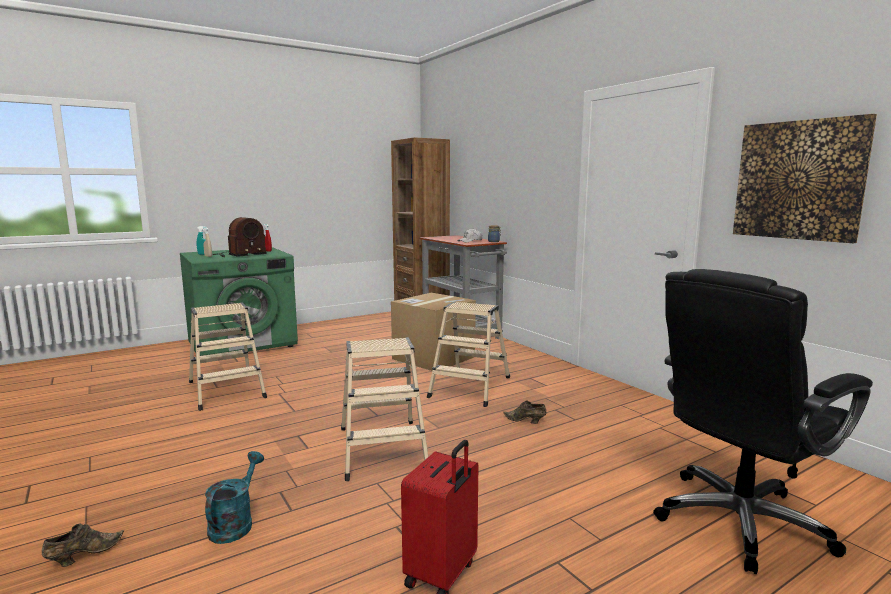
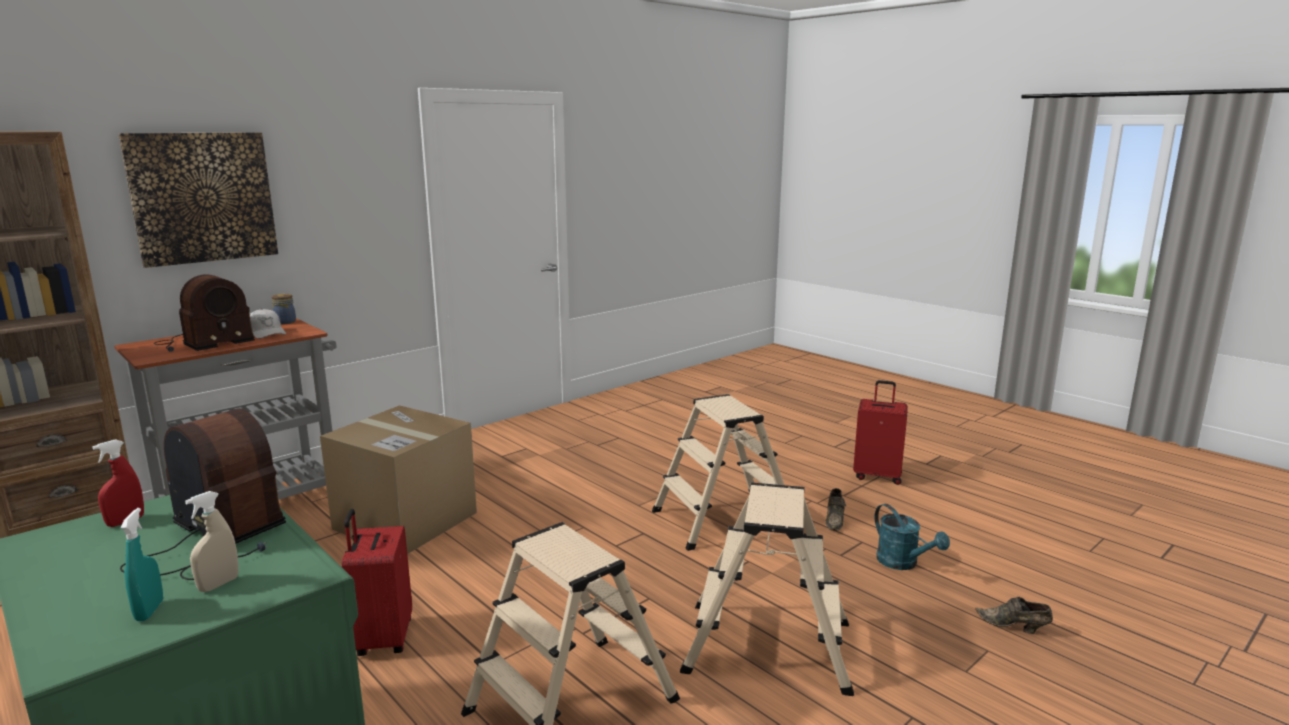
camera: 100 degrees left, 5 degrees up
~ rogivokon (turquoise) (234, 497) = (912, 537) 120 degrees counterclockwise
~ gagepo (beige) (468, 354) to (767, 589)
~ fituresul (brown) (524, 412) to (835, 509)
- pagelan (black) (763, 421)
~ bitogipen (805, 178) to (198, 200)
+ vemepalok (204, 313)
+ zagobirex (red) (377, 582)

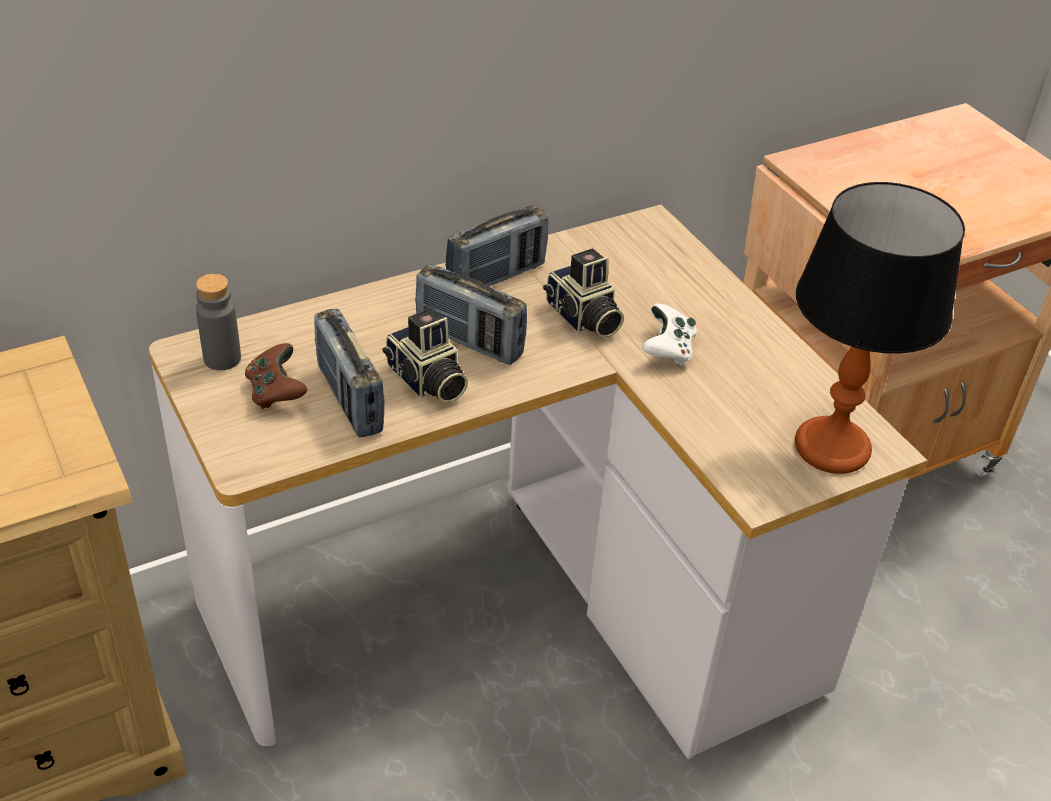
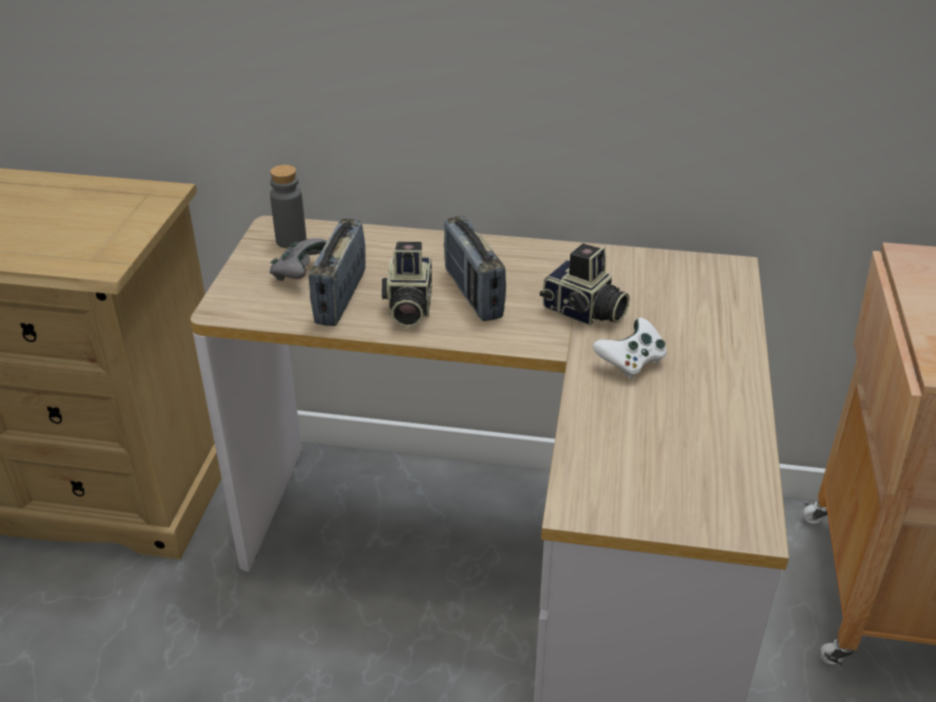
camera: 40 degrees right, 5 degrees down
~ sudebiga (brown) (276, 376) to sudebiga (grey) (298, 259)
- vemepalok (497, 245)
~ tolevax (583, 293) = (585, 285) 60 degrees counterclockwise
- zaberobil (880, 328)

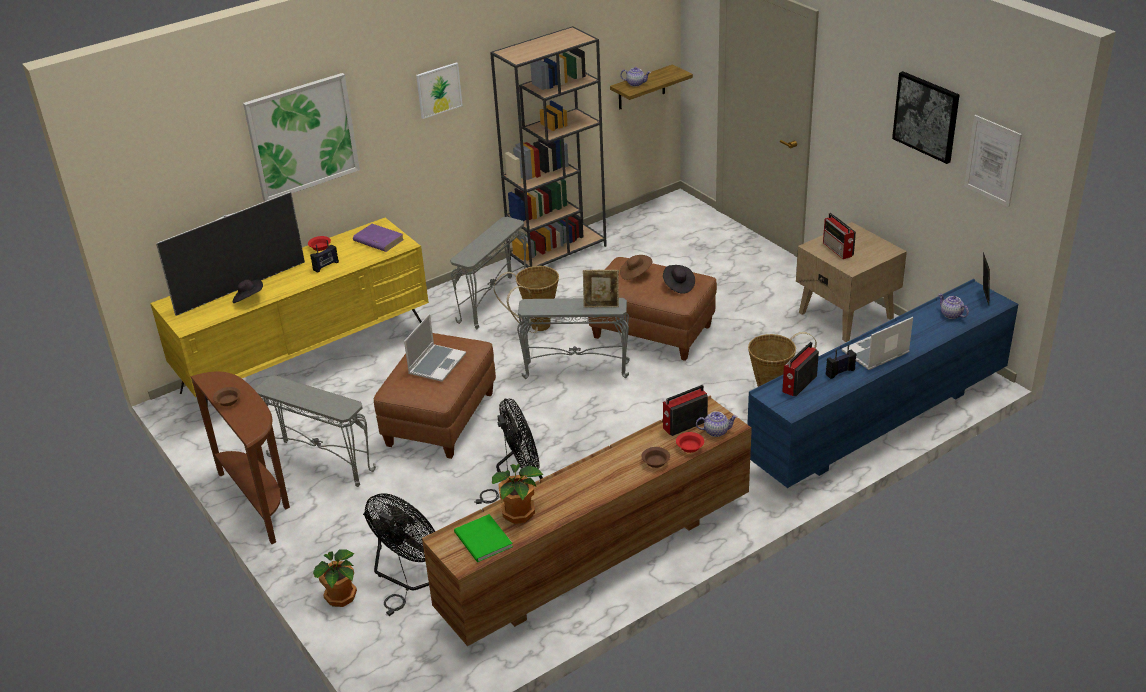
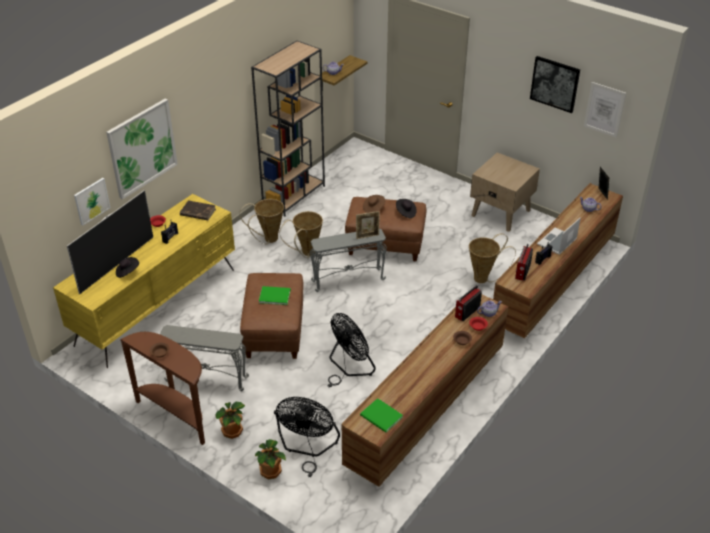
camera: 20 degrees left, 5 degrees up
~ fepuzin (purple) (378, 238) to fepuzin (brown) (198, 210)
~ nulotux (435, 348) to fepuzin (green) (275, 295)
~ bitogipen (439, 90) to (92, 202)
~ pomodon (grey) (488, 273) to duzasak (261, 221)
~ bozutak (518, 494) to (230, 420)
~ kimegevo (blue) (882, 383) to kimegevo (brown) (558, 260)
- vemepalok (839, 236)

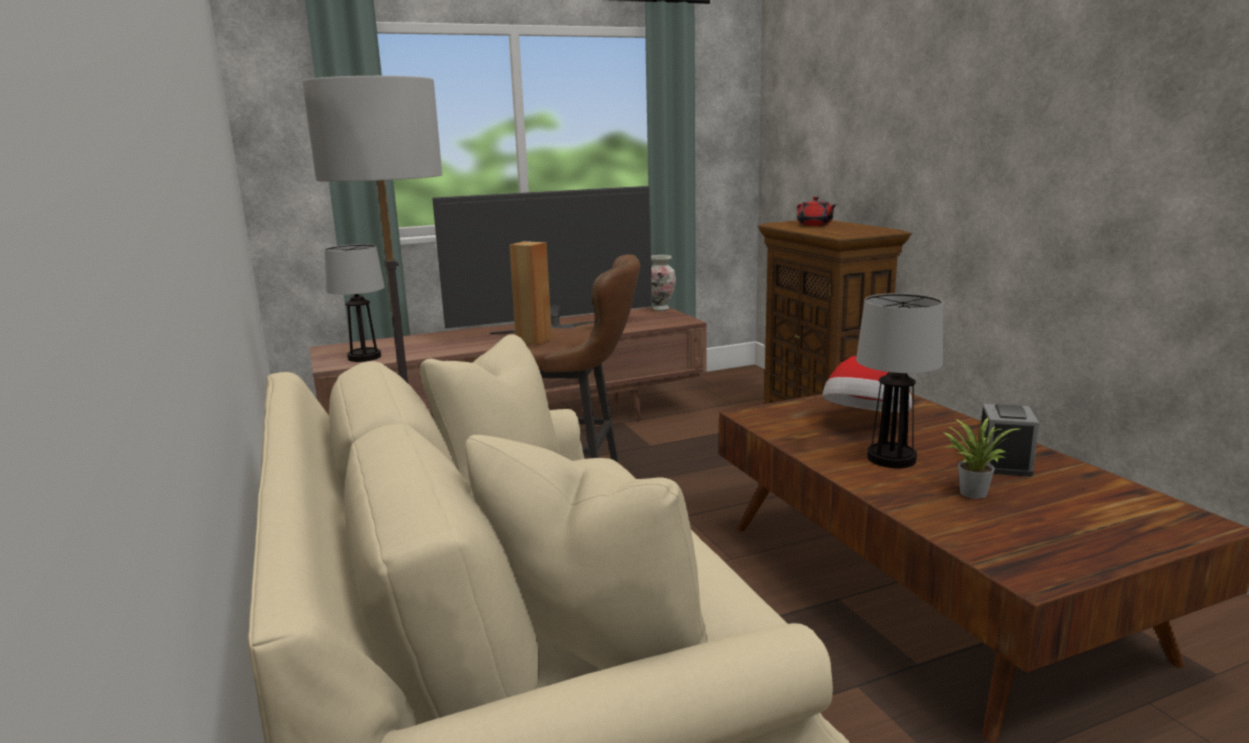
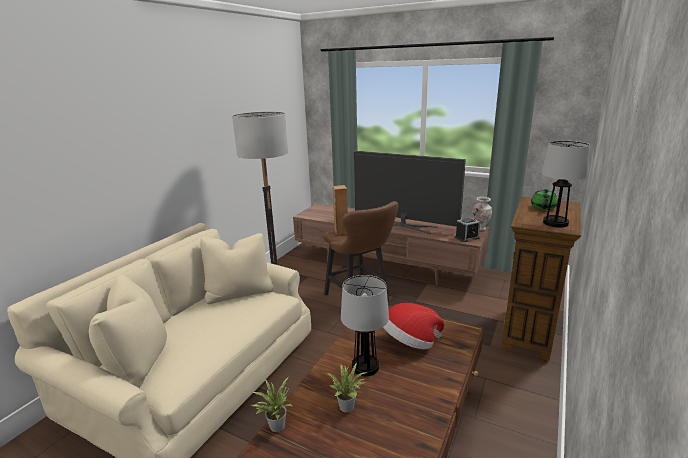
camera: 50 degrees right, 5 degrees up
~ zaberobil (354, 303) to (566, 184)
~ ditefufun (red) (817, 211) to ditefufun (green) (544, 199)
~ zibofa (1010, 440) to (467, 229)
+ bozutak (272, 405)

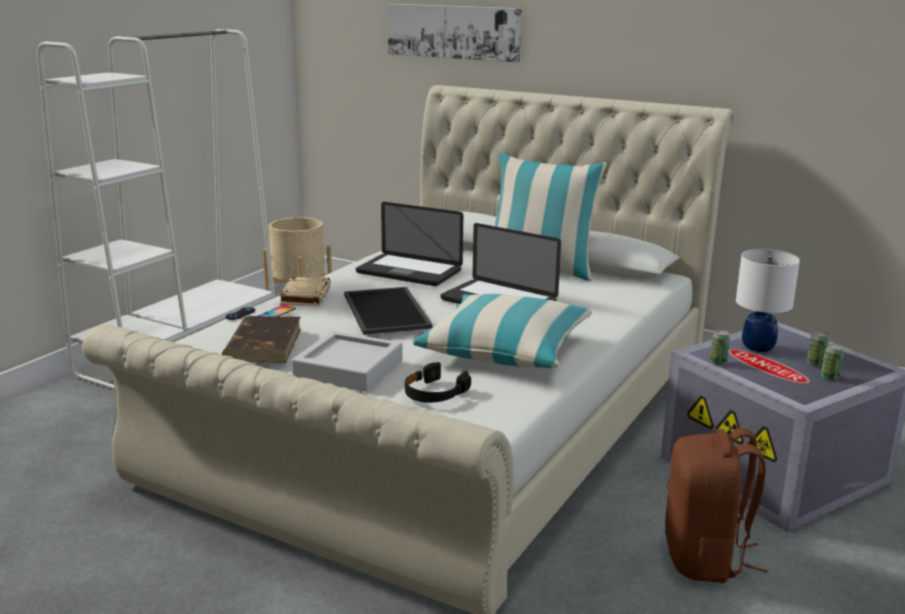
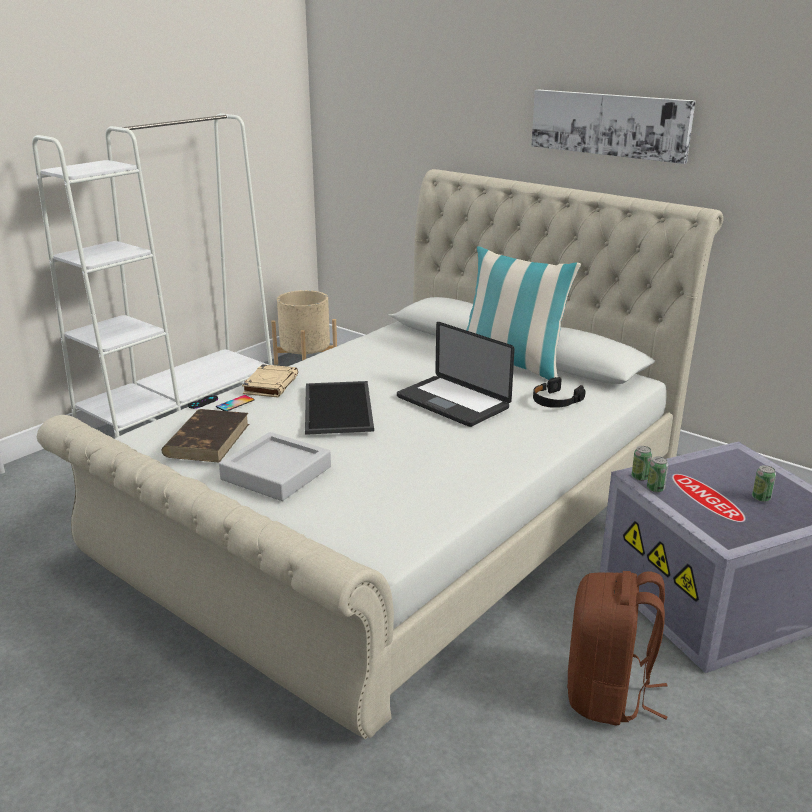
camera: 10 degrees right, 5 degrees up
- nulotux (409, 244)
~ bitogipen (455, 33) to (613, 126)
~ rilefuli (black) (438, 382) to (559, 392)
- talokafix (502, 331)
- zaberobil (white) (768, 300)
~ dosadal (832, 362) to (641, 463)

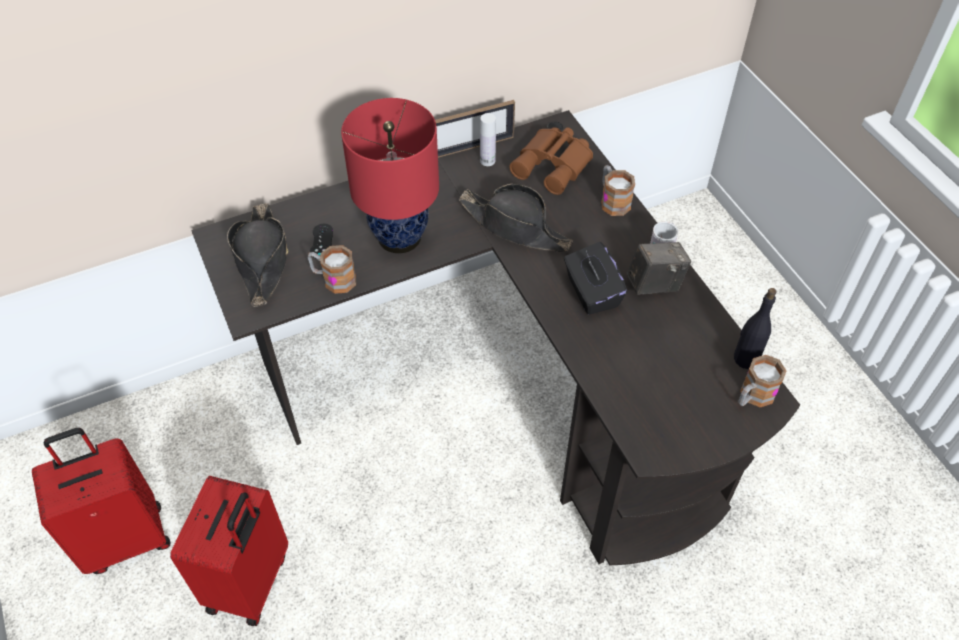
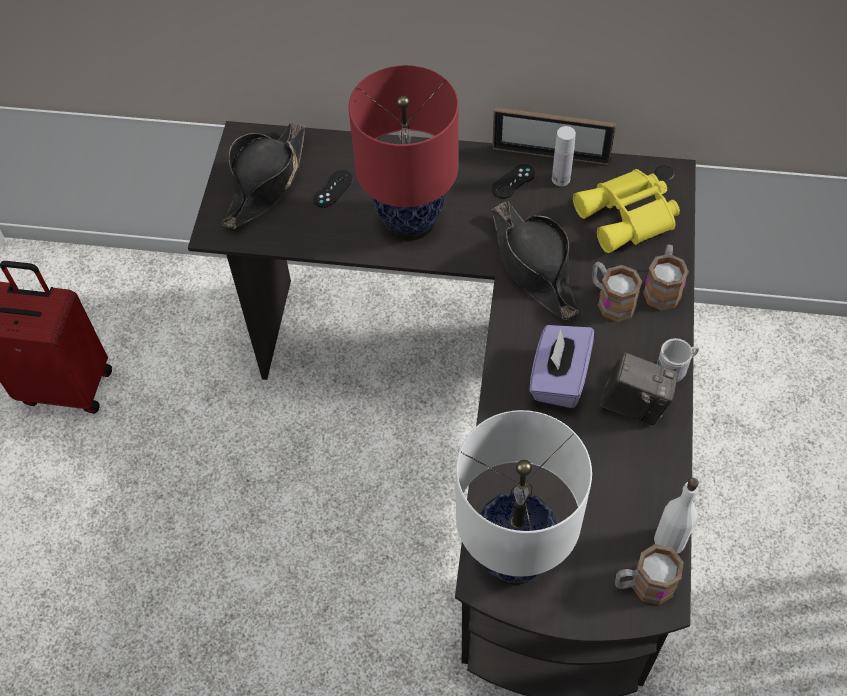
camera: 35 degrees right, 5 degrees up
- zagobirex (red) (229, 551)
~ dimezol (331, 269) to (617, 292)
~ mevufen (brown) (551, 161) to mevufen (yellow) (626, 211)
~ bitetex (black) (595, 278) to bitetex (purple) (561, 366)
~ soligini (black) (755, 328) to soligini (white) (676, 516)
+ zaberobil (white) (524, 497)
+ sudebiga (black) (513, 181)

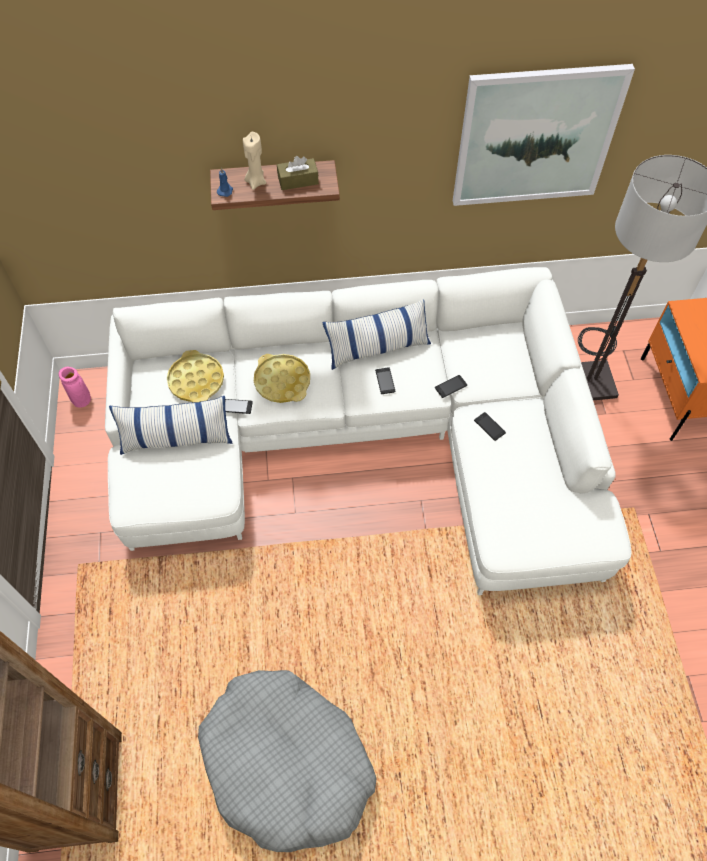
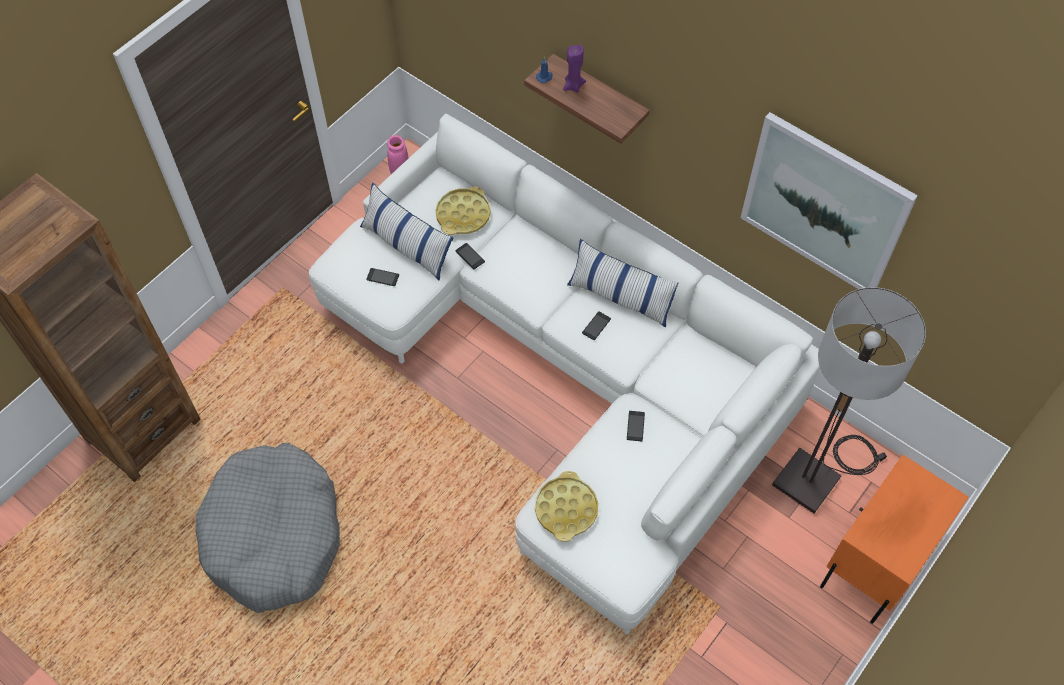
camera: 45 degrees right, 0 degrees up
~ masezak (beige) (254, 161) to masezak (purple) (574, 68)
~ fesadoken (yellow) (282, 378) to (566, 506)
- bitetex (brown) (298, 173)
~ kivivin (451, 386) to (382, 277)

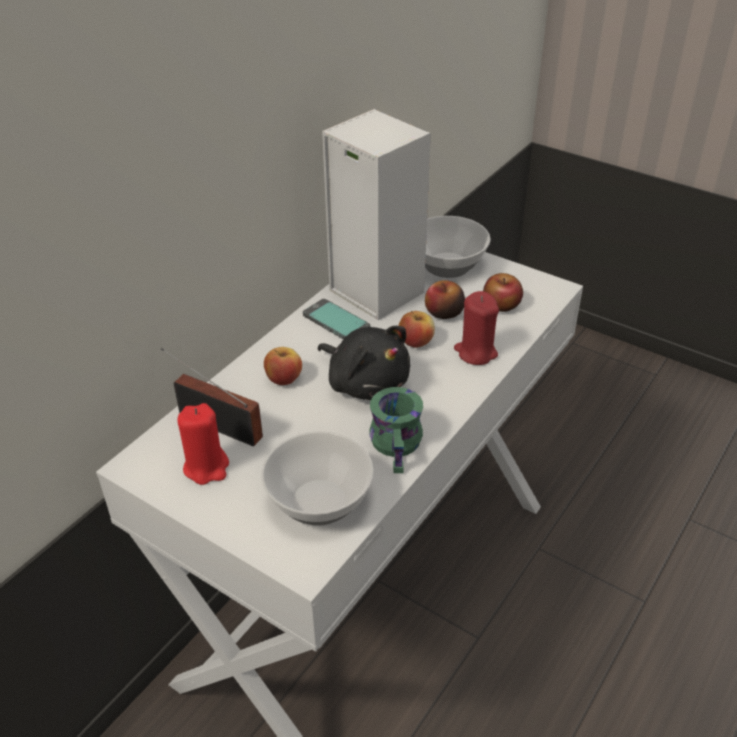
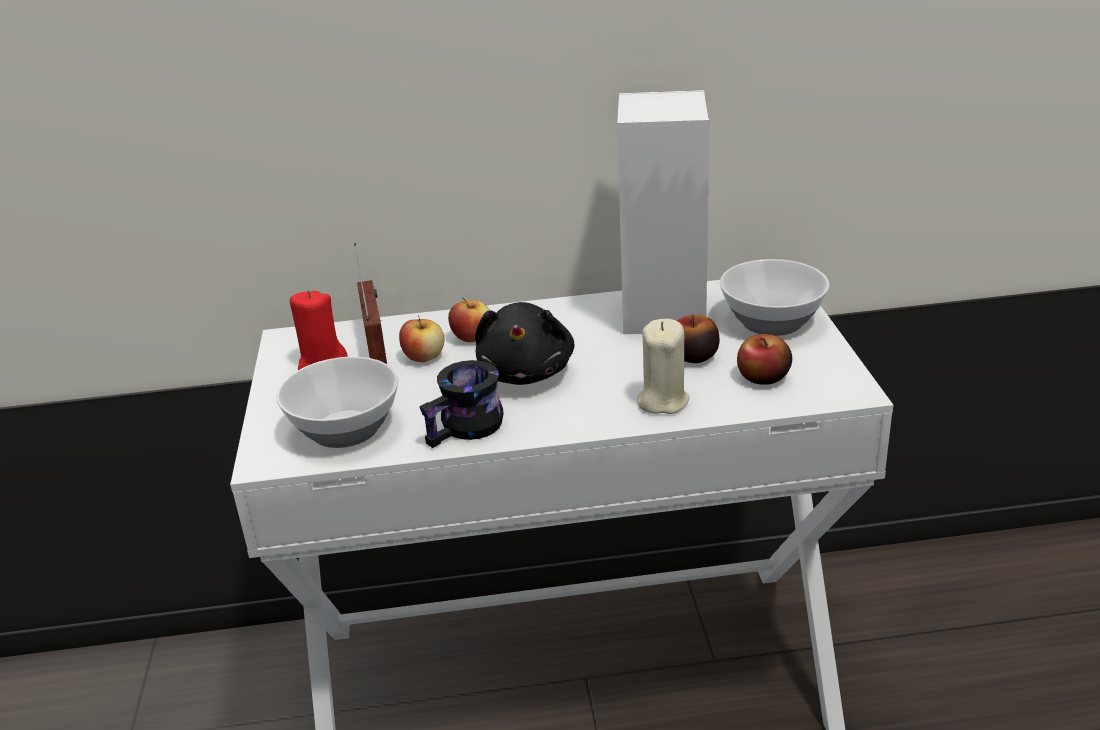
camera: 50 degrees right, 10 degrees down
- kivivin (336, 319)
~ dimezol (green) (396, 430) to dimezol (black) (461, 404)
~ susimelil (416, 329) to (421, 339)
~ masezak (red) (476, 328) to masezak (beige) (663, 366)

